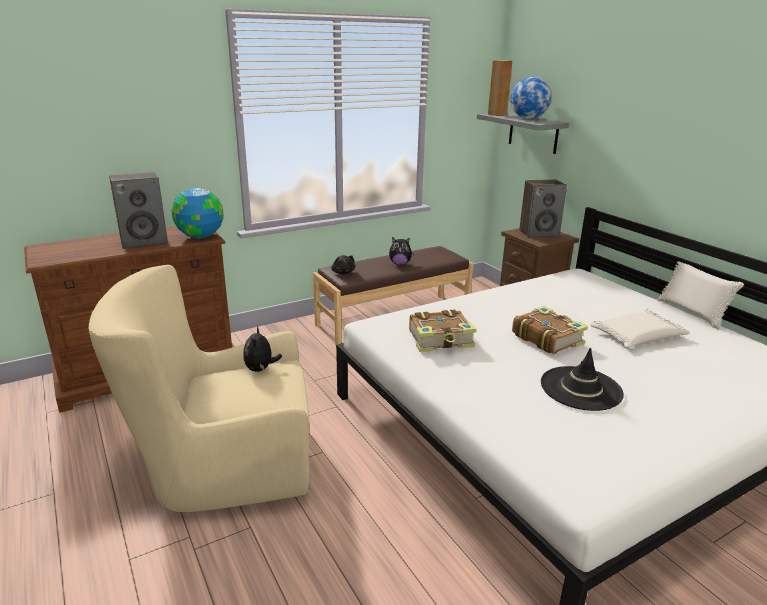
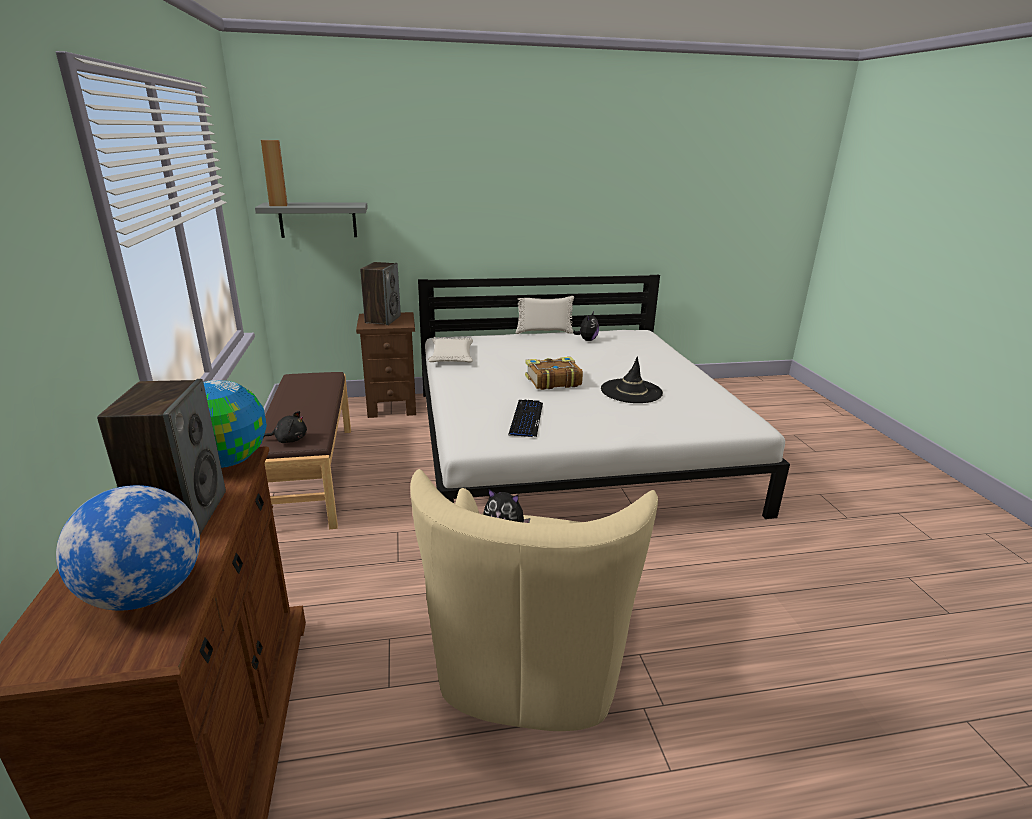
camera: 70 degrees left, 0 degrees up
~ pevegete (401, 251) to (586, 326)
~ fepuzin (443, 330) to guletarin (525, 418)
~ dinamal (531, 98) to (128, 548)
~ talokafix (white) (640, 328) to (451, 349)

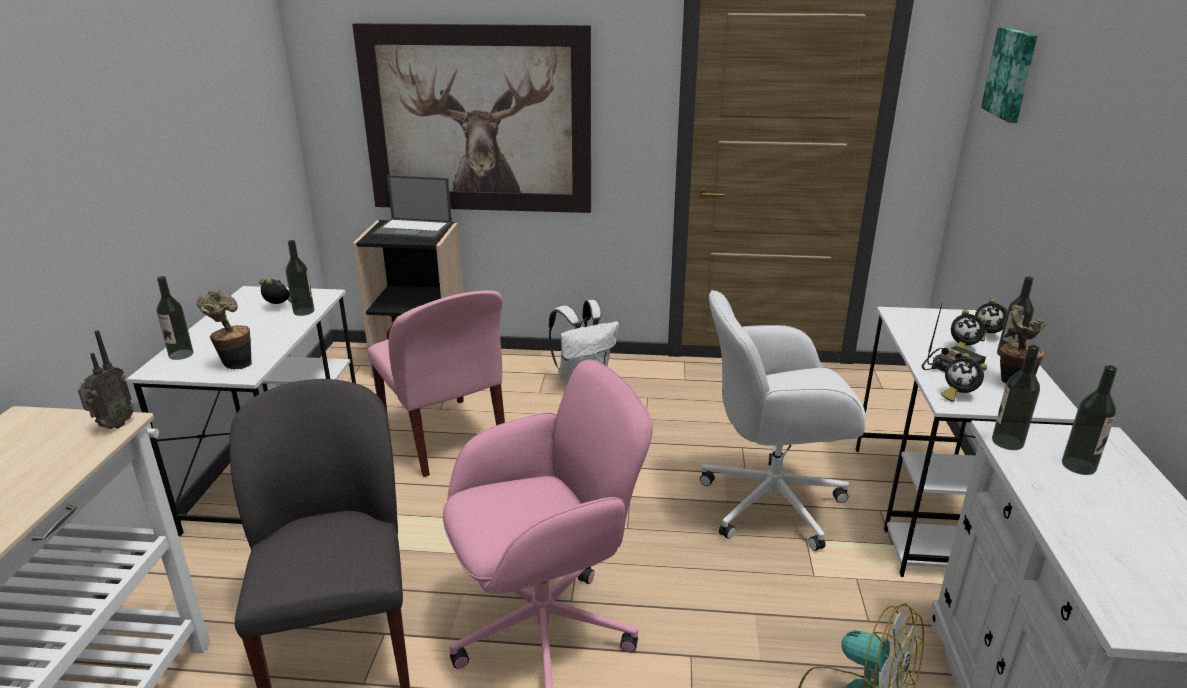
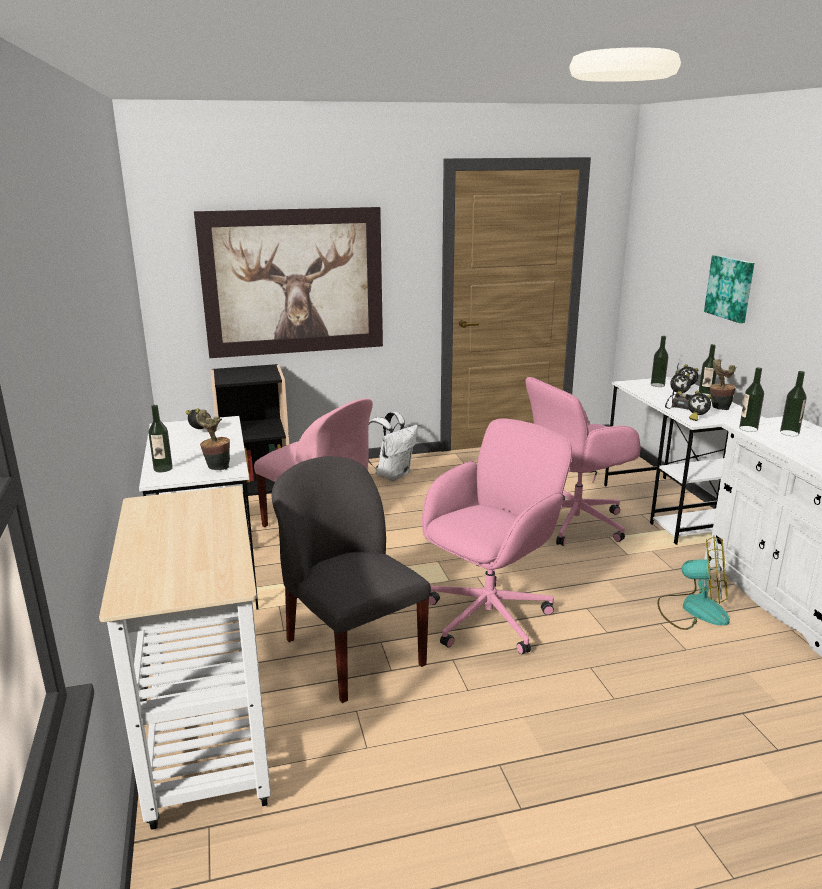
camera: 20 degrees left, 5 degrees down
- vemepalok (106, 379)
~ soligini (300, 278) to (659, 361)
- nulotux (412, 208)
~ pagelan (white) (783, 420) to pagelan (pink) (583, 461)
~ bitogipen (1009, 75) to (729, 289)

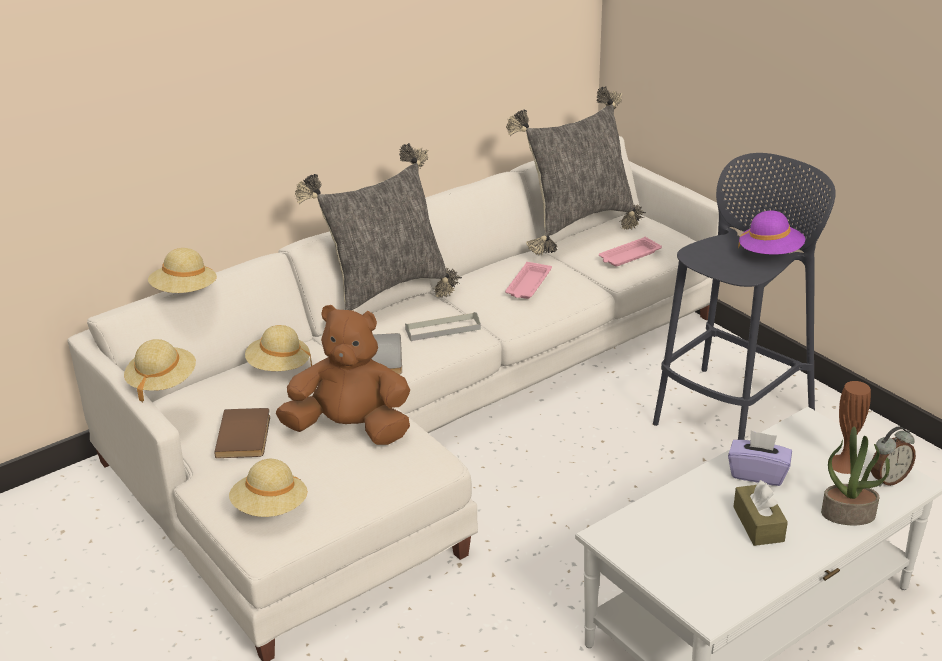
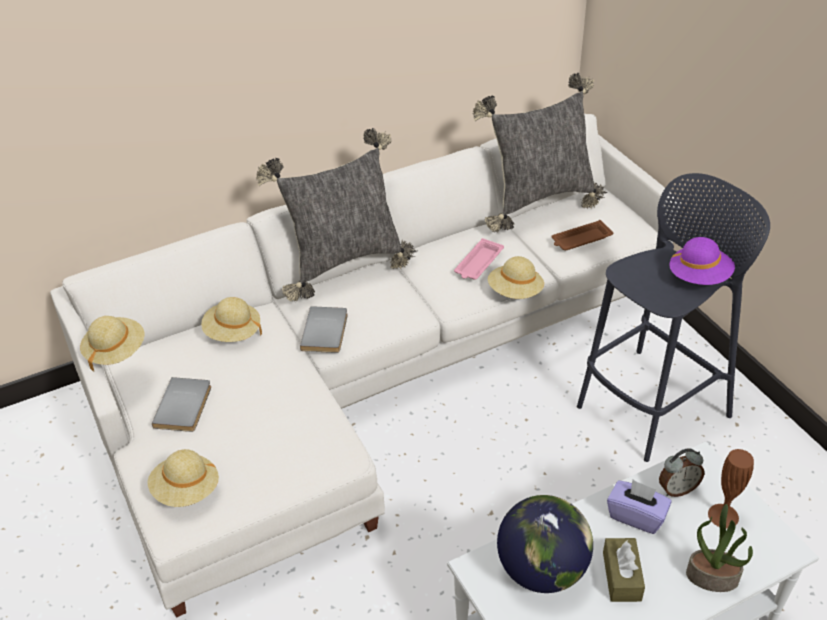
camera: 10 degrees right, 10 degrees up
~ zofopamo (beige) (182, 270) to (516, 277)
~ fepuzin (brown) (242, 433) to fepuzin (grey) (181, 404)
- pevegete (brown) (343, 375)
- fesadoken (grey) (443, 326)
~ fesadoken (pink) (630, 252) to fesadoken (brown) (582, 235)
~ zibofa (893, 456) to (681, 472)
+ dinamal (545, 544)

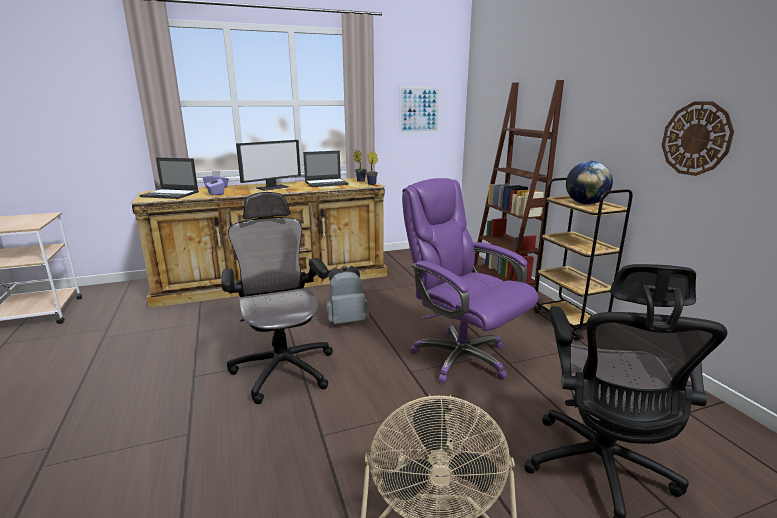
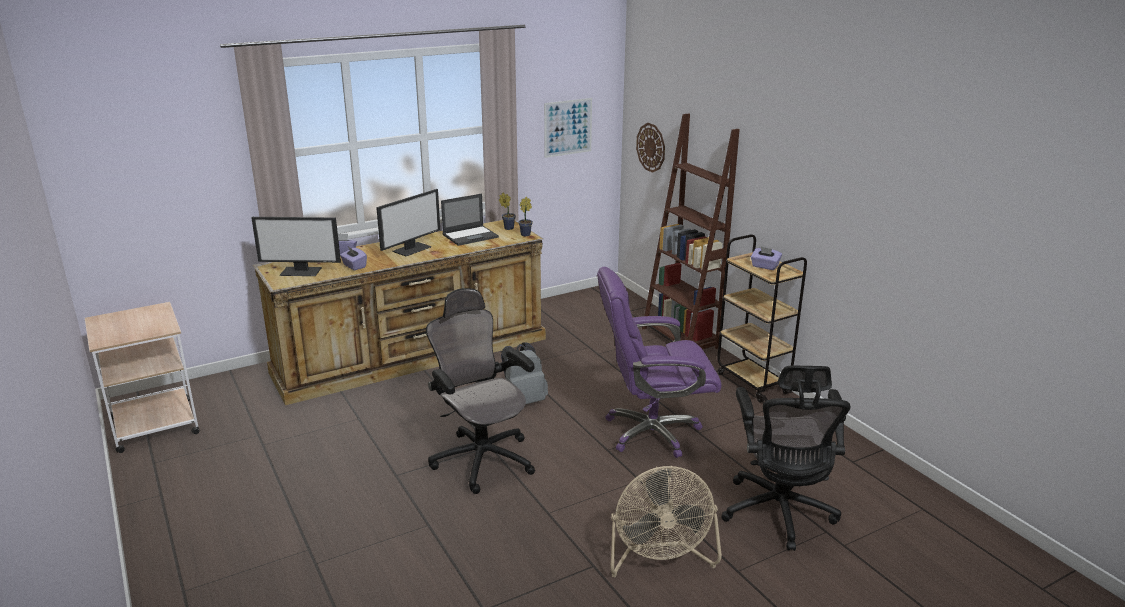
camera: 10 degrees left, 5 degrees up
~ nulotux (169, 178) to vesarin (296, 246)
~ pagelan (purple) (470, 281) = (659, 362) 45 degrees counterclockwise
~ dinamal (589, 183) to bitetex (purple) (766, 258)
~ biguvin (698, 138) to (650, 148)

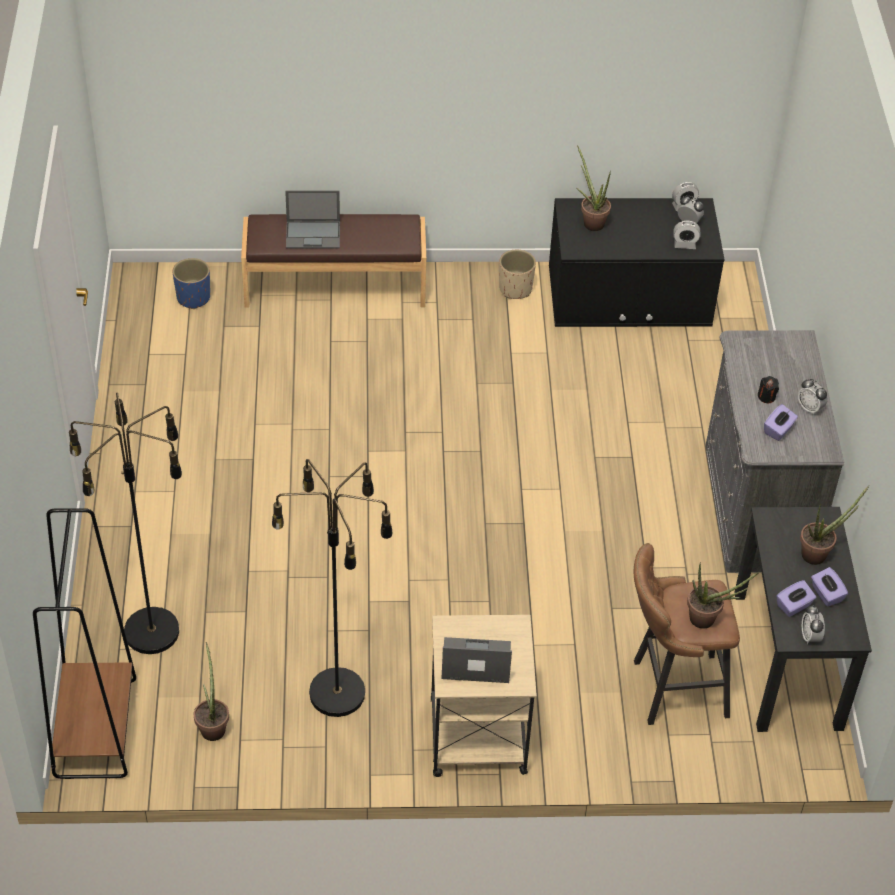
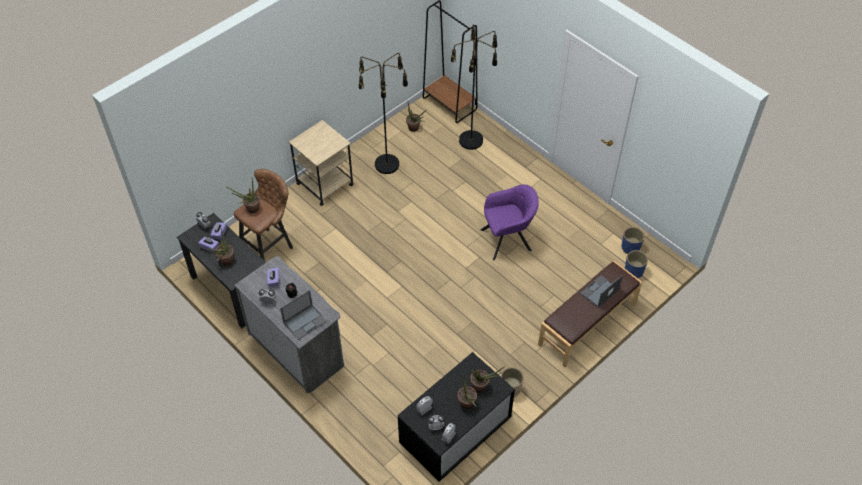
camera: 140 degrees right, 5 degrees up
~ nulotux (476, 660) to (303, 315)
+ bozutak (467, 391)
+ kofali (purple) (510, 222)
+ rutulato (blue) (632, 240)

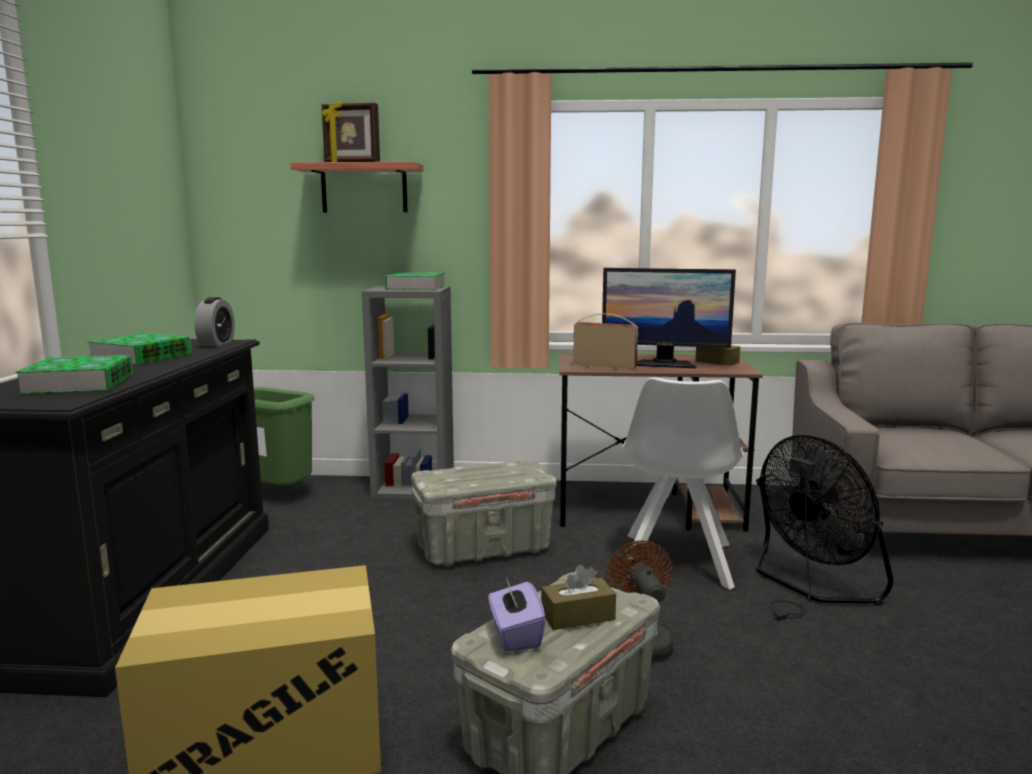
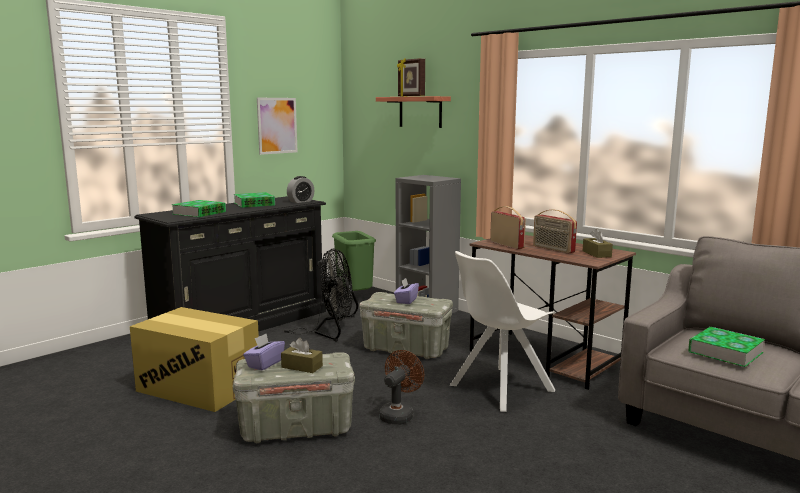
camera: 40 degrees right, 0 degrees up
~ fepuzin (414, 281) to (726, 347)
~ vesarin (669, 318) to vemepalok (555, 231)
~ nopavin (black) (825, 528) to (321, 295)
+ bitogipen (277, 126)
+ bitetex (purple) (406, 291)

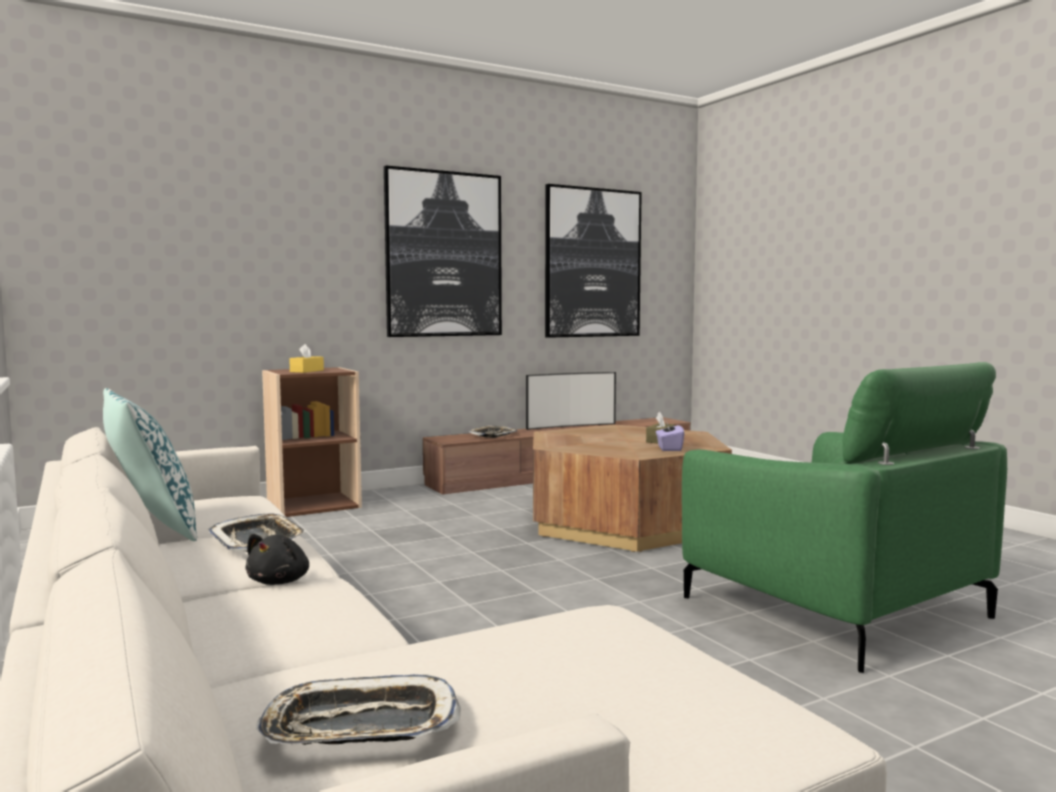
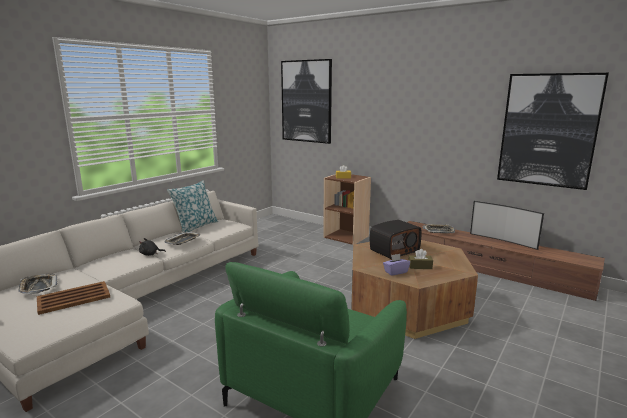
camera: 65 degrees right, 10 degrees up
~ bitogipen (443, 251) to (306, 101)
+ fesadoken (brown) (73, 298)
+ vemepalok (395, 239)

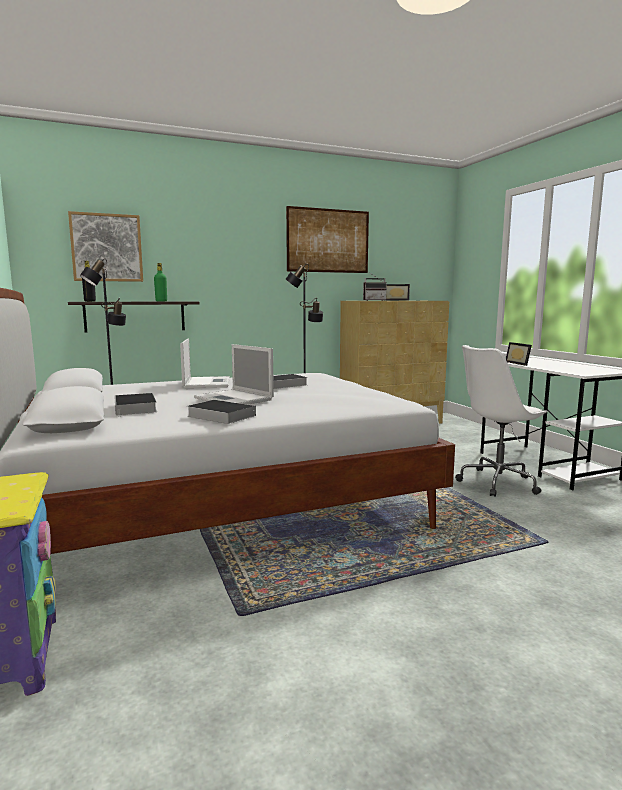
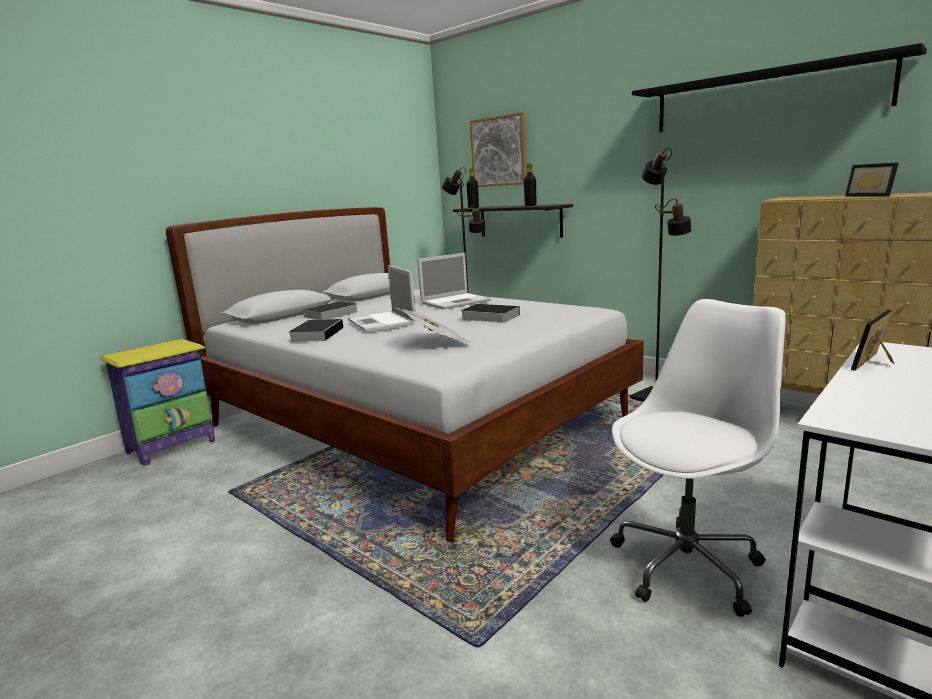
camera: 65 degrees right, 5 degrees up
~ soligini (green) (160, 282) to soligini (black) (530, 184)
~ nulotux (234, 374) = (382, 298) 45 degrees counterclockwise
~ bitogipen (327, 239) to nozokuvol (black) (779, 87)
- vemepalok (375, 287)
~ pagelan (white) (501, 421) = (698, 458) 105 degrees clockwise
+ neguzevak (433, 325)

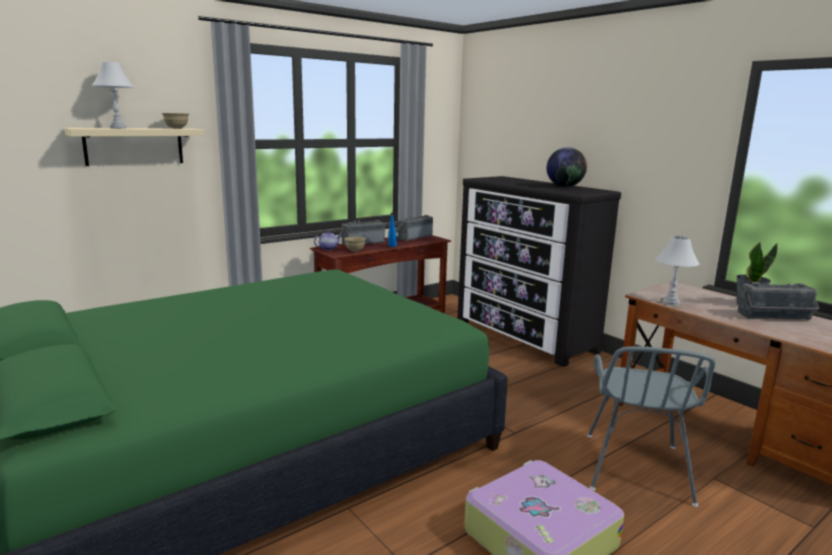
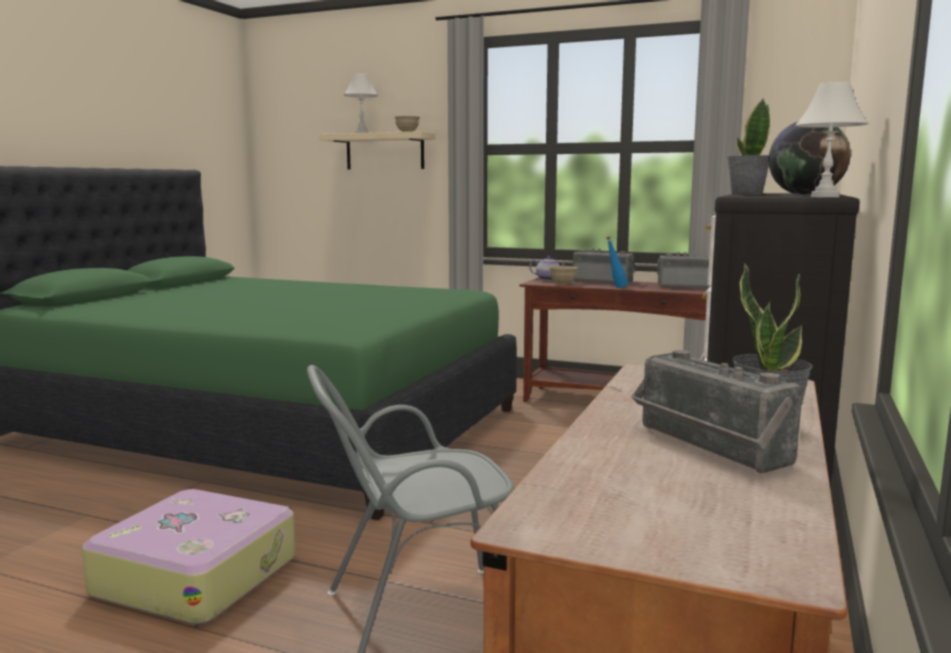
camera: 60 degrees right, 5 degrees down
~ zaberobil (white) (677, 270) to (832, 139)
+ bozutak (749, 147)

